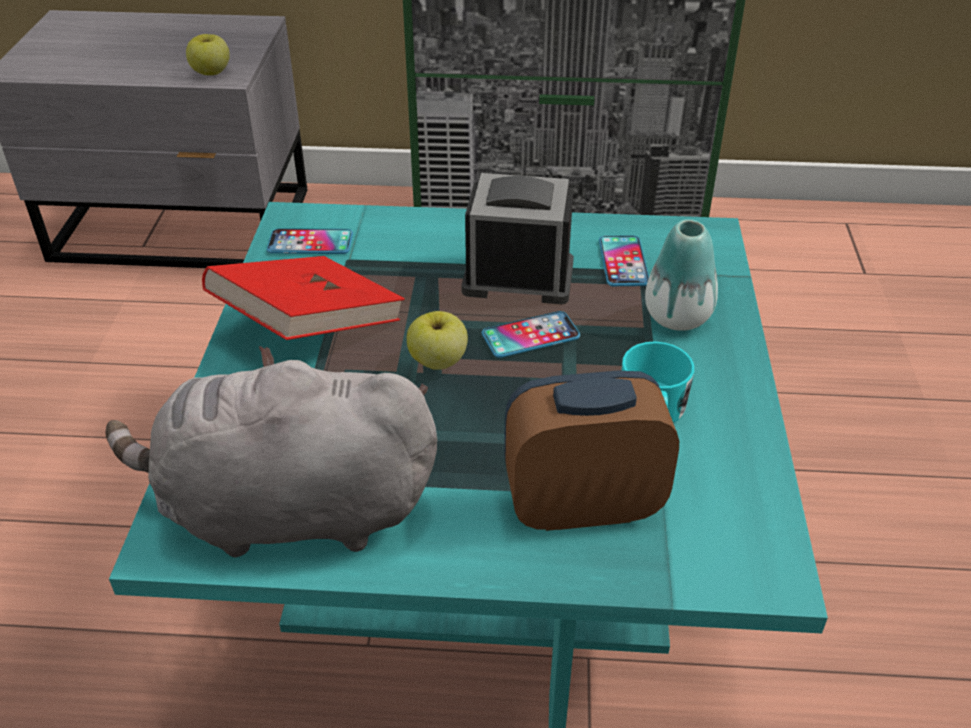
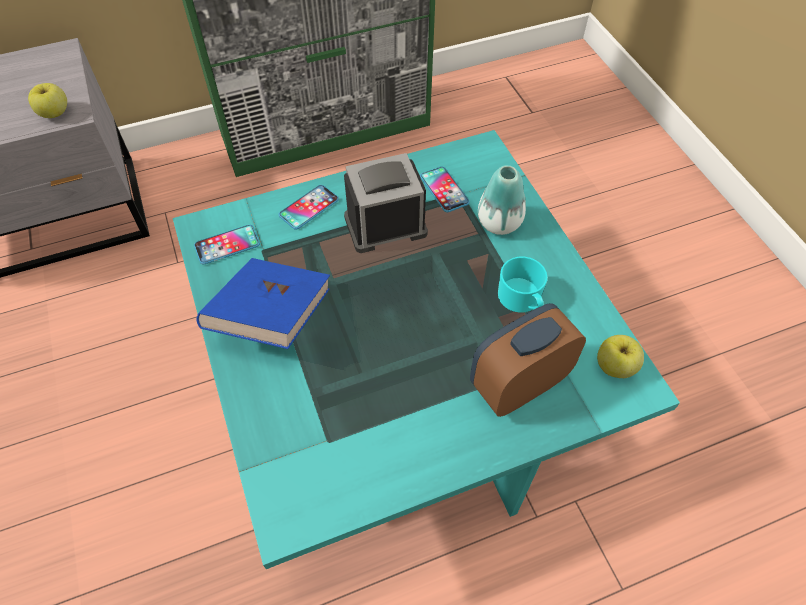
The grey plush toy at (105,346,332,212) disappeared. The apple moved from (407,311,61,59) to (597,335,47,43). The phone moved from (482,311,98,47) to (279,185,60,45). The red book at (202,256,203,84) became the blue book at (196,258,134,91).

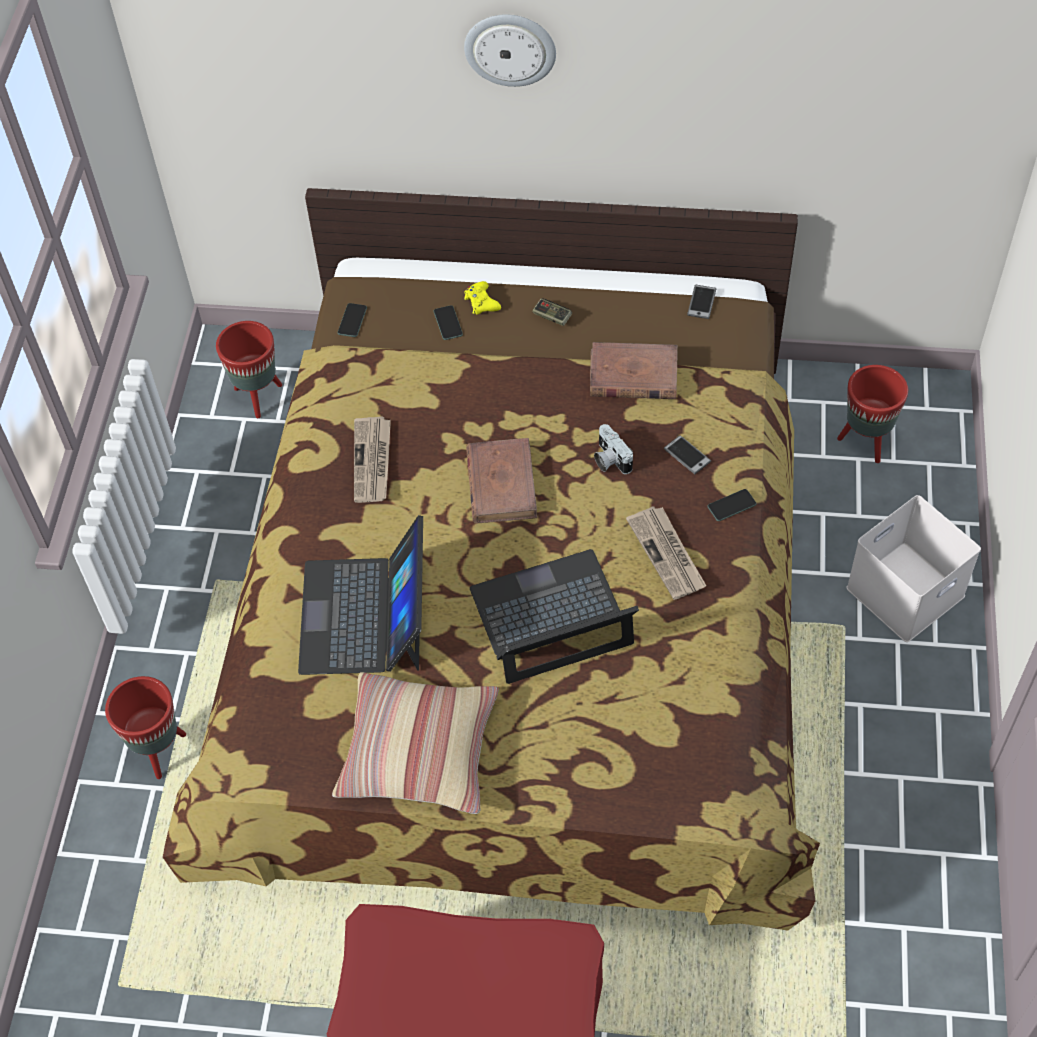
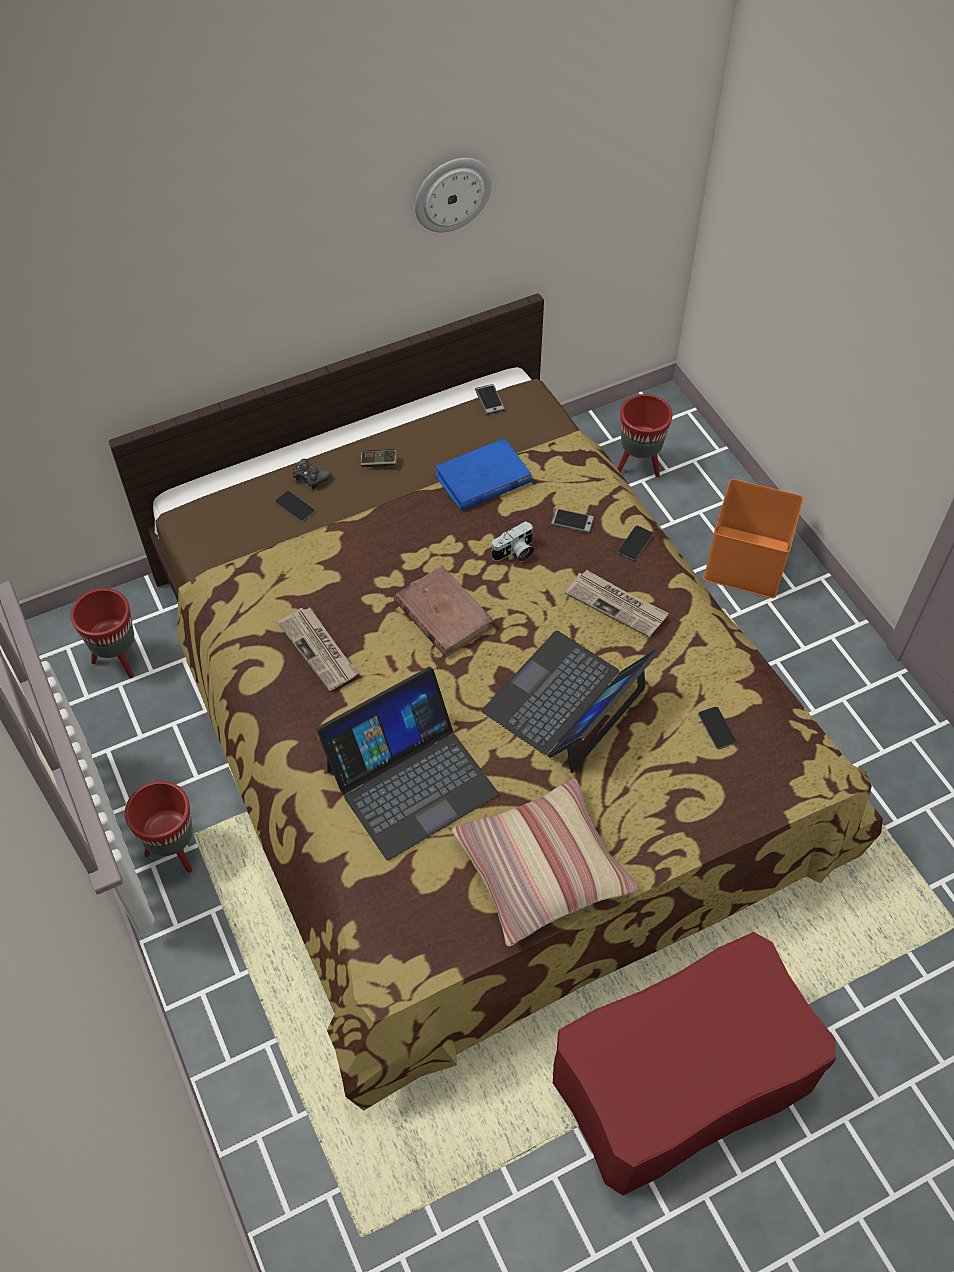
The red planter moved from (105,676,81,103) to (125,781,68,92). The phone moved from (338,303,29,34) to (698,707,39,42). The wall clock moved from (464,14,92,73) to (415,158,77,74). The yellow game controller at (464,281,37,33) became the black game controller at (293,459,39,31). The brown book at (590,342,88,57) became the blue book at (434,438,98,73). The white storage box at (846,495,135,147) became the orange storage box at (703,479,100,119). The laptop at (298,515,125,160) turned 90 degrees counterclockwise. The photo camera at (594,424,39,50) turned 60 degrees counterclockwise.

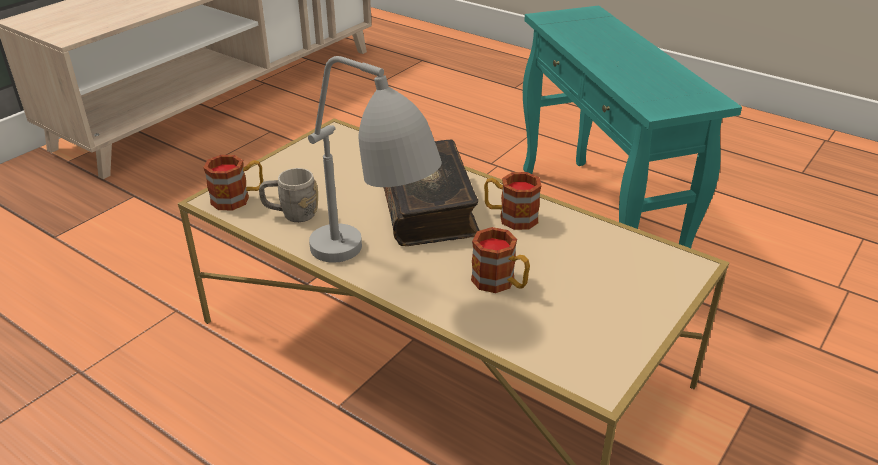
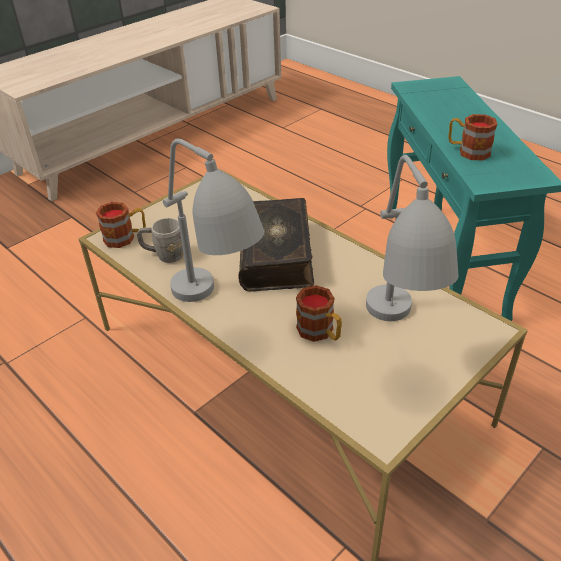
The grey table lamp at (366,155,92,166) appeared. The mug moved from (484,172,58,58) to (448,114,49,46).

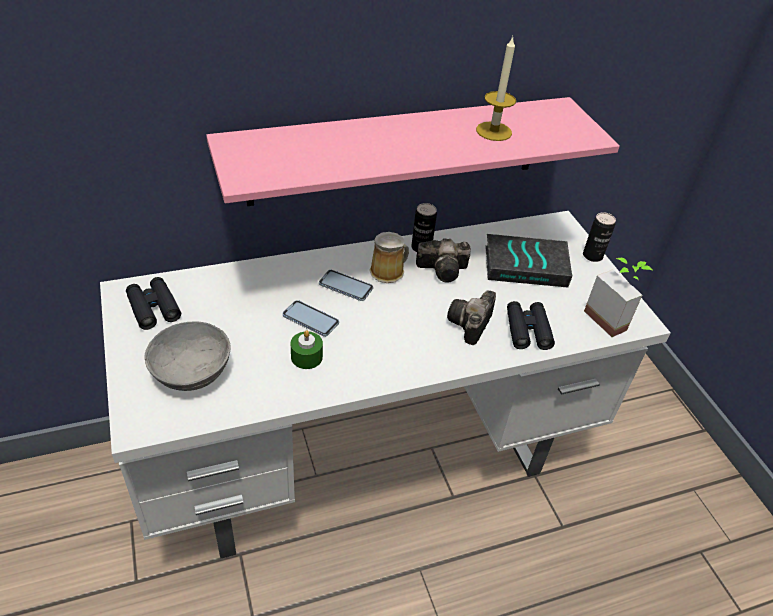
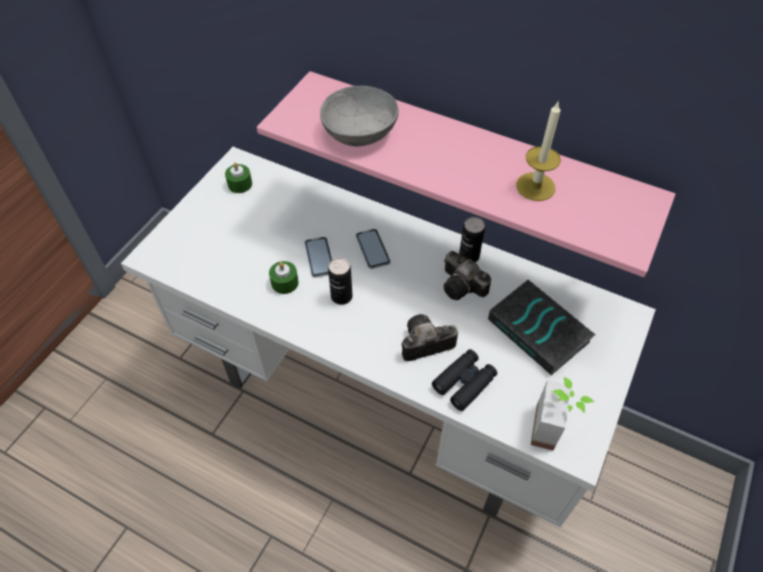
The mug at (369,232,40,51) disappeared. The grey bowl moved from (144,322,87,69) to (320,86,79,60). The can moved from (583,212,33,50) to (328,258,24,47). The black binoculars at (126,277,55,53) was replaced by the green candle at (225,163,27,30).

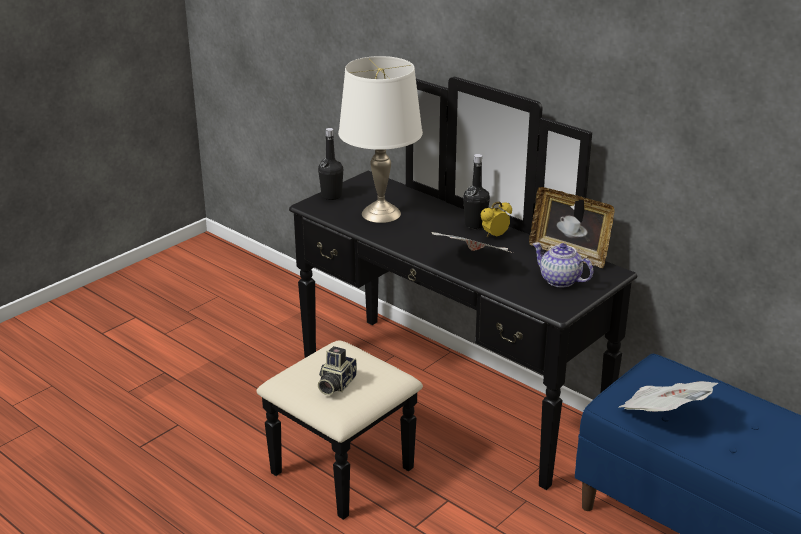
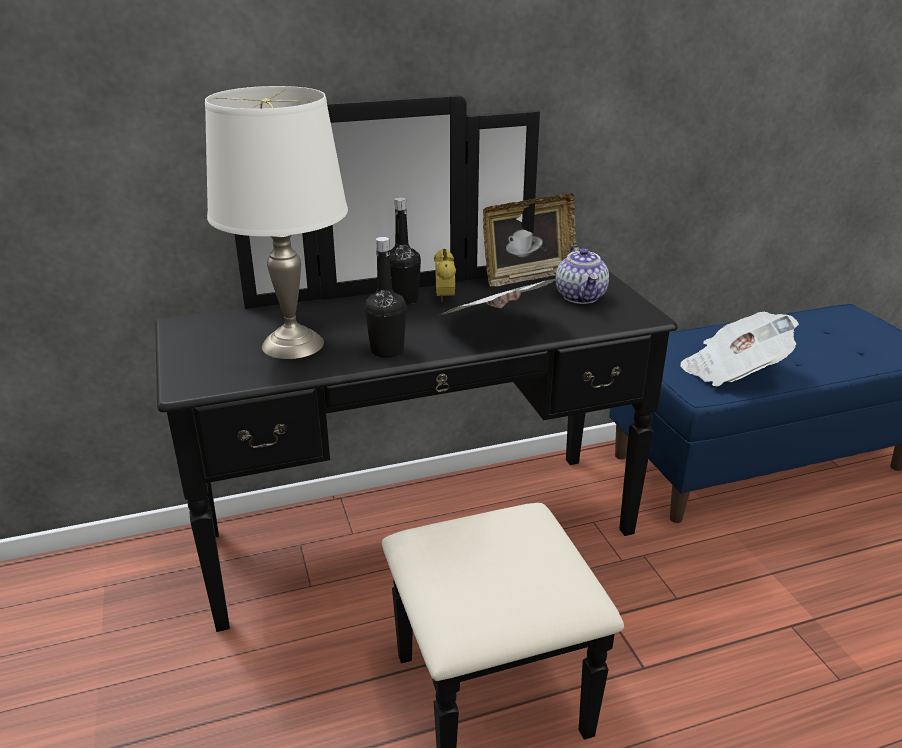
The photo camera at (318,346,39,49) disappeared. The black bottle moved from (318,128,25,72) to (365,237,41,121). The teapot at (533,243,60,45) turned 75 degrees counterclockwise.

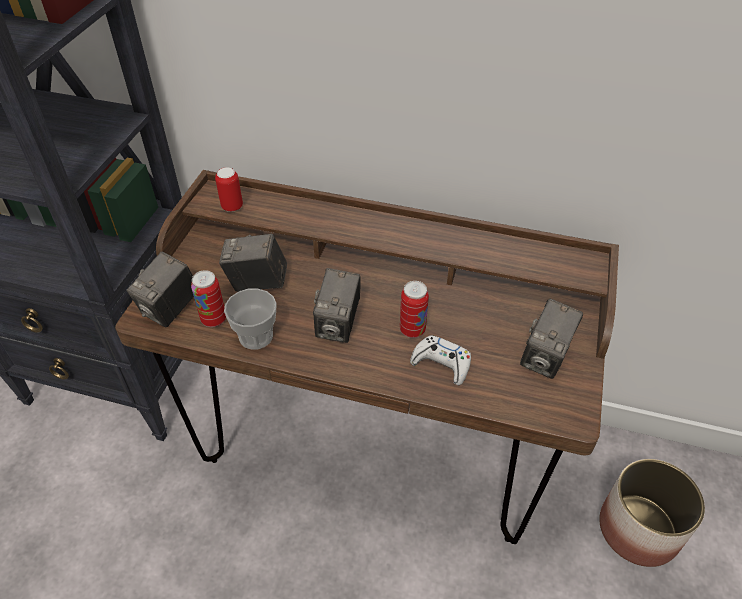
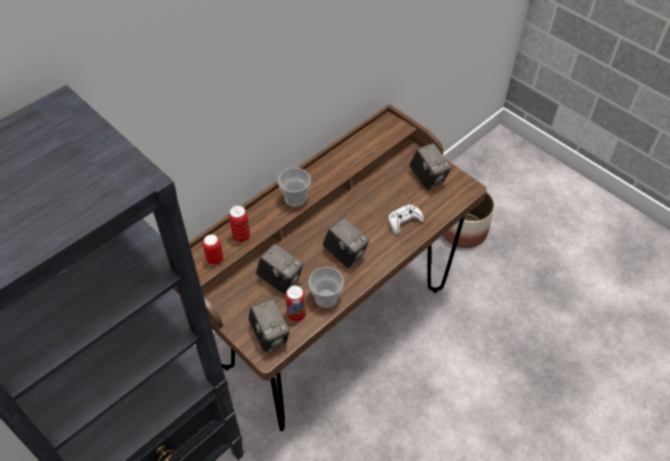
The cup at (278,168,33,39) appeared. The can moved from (400,281,29,57) to (229,205,21,37). The photo camera at (219,234,68,58) turned 90 degrees counterclockwise.

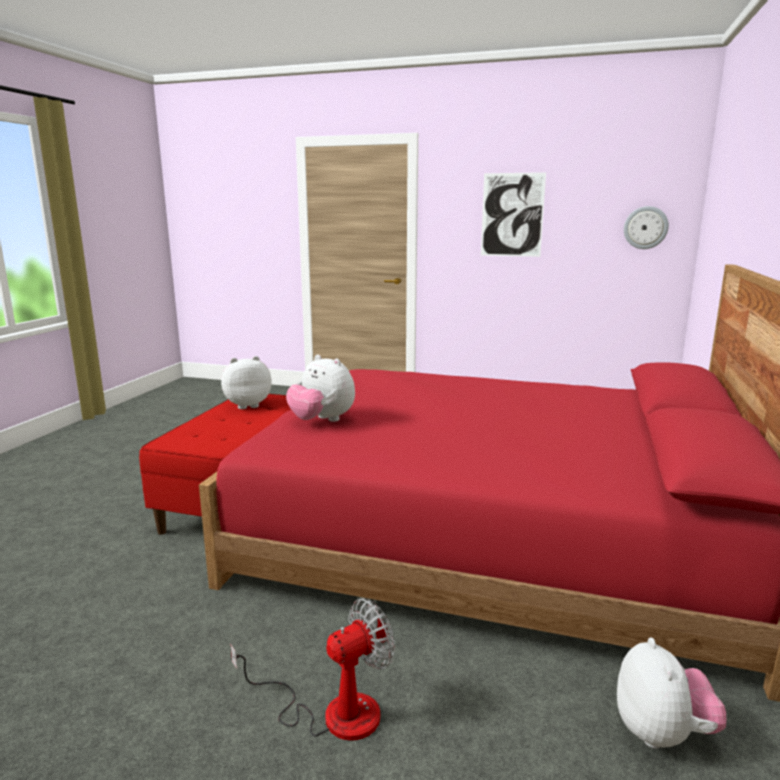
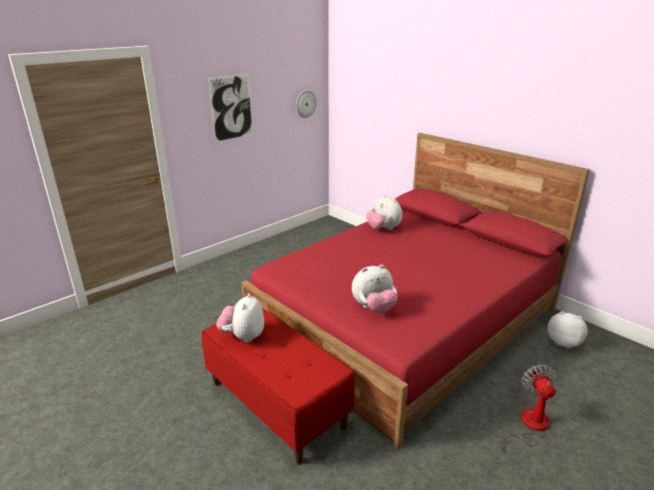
The plush toy at (366,195,36,35) appeared.

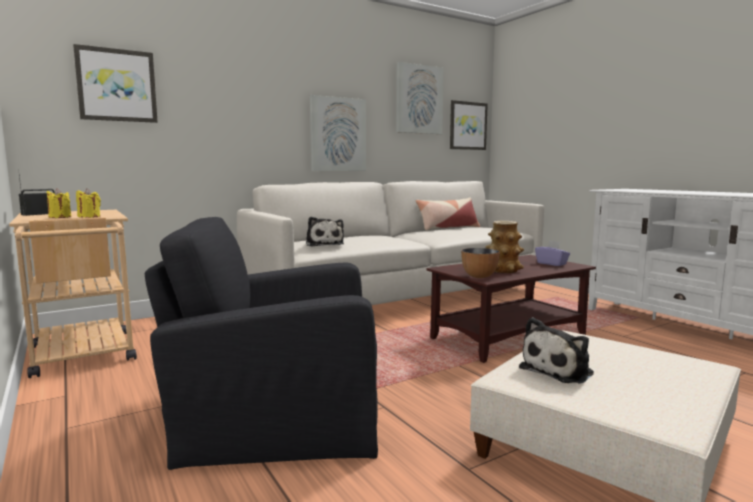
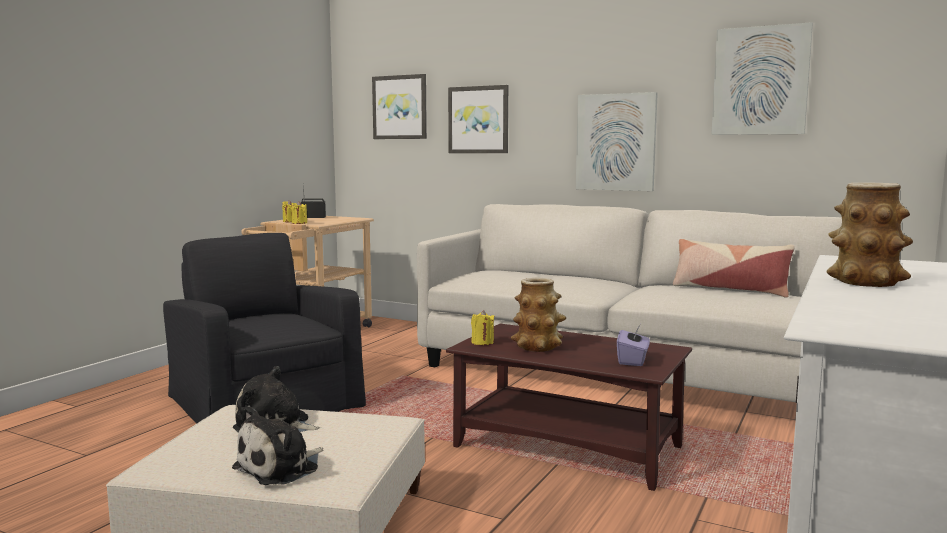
The vase at (826,182,87,105) appeared. The plush toy moved from (306,217,38,30) to (232,405,91,80). The picture moved from (450,100,38,50) to (448,85,60,68). The bowl at (461,248,39,30) was replaced by the yellow candle at (471,310,23,35).

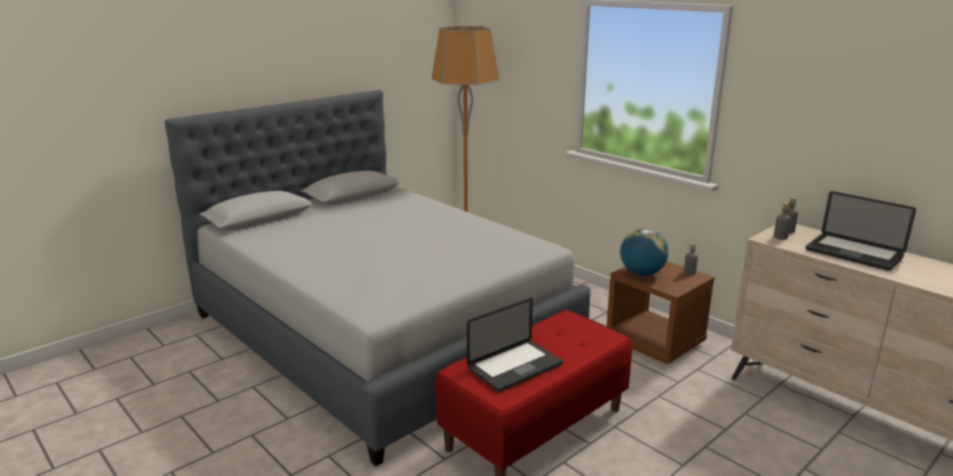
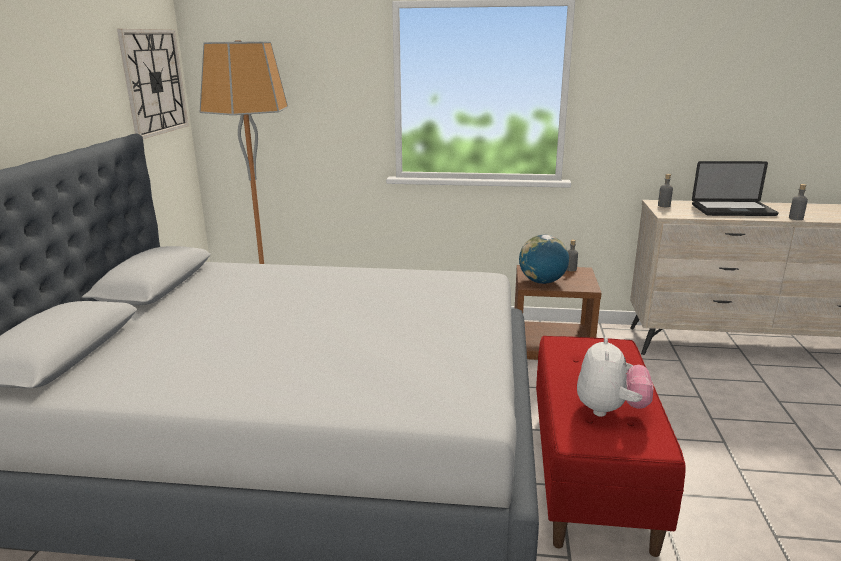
The wall clock at (117,29,72,110) appeared. The grey bottle moved from (774,203,17,37) to (789,184,19,36). The laptop at (467,298,96,94) was replaced by the plush toy at (577,337,76,80).

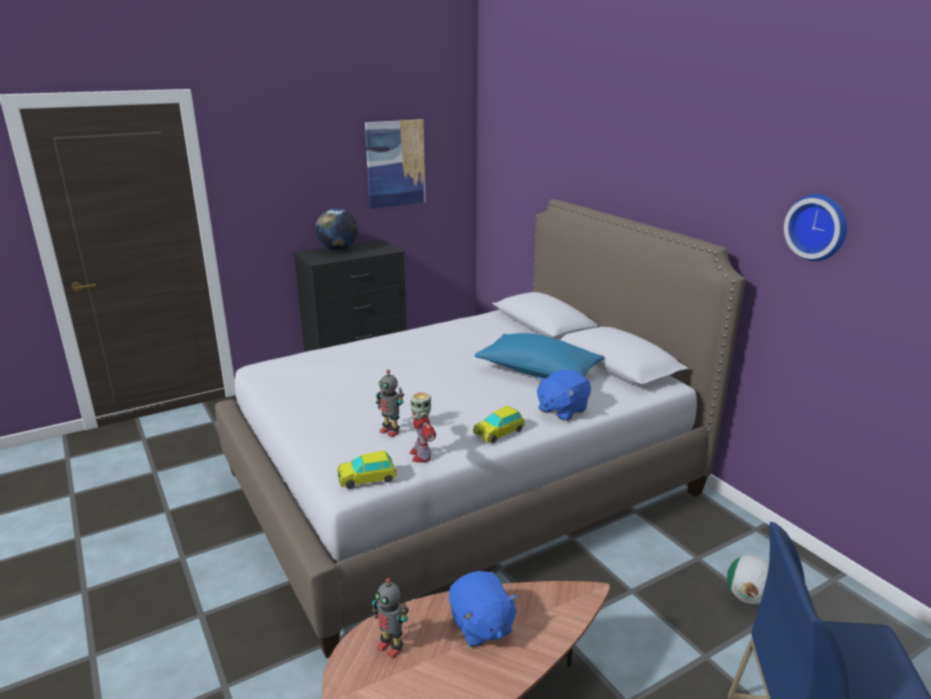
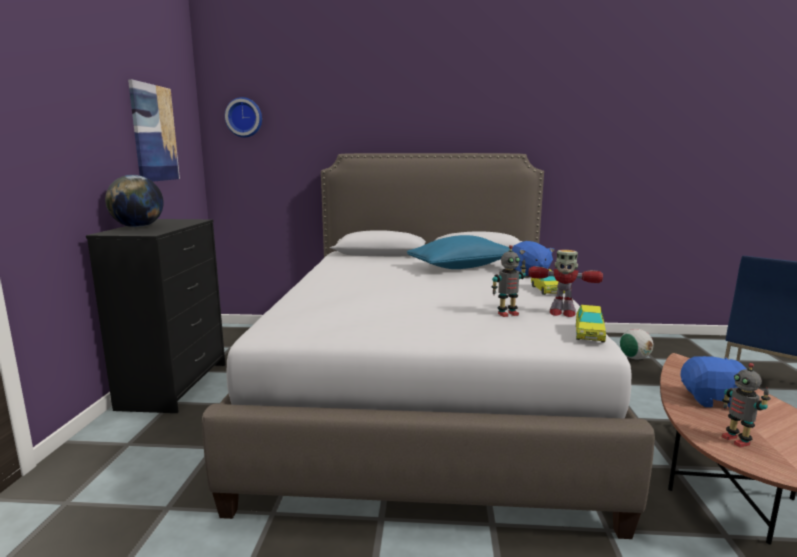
The wall clock moved from (784,194,63,67) to (225,97,37,40). The toy robot at (372,578,37,80) turned 90 degrees clockwise.

